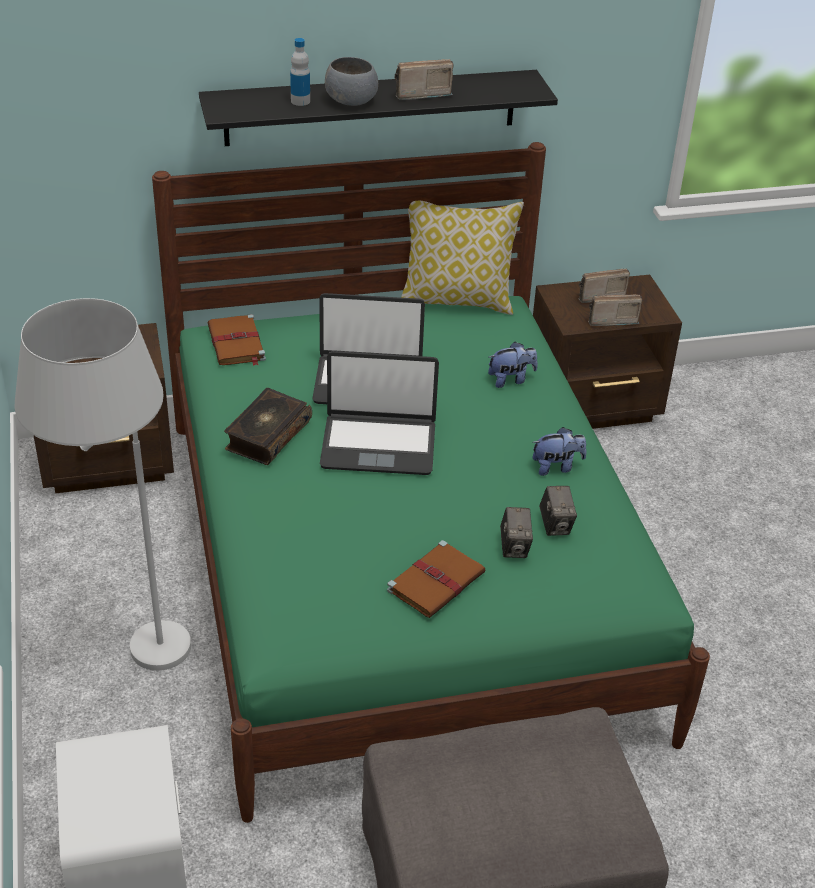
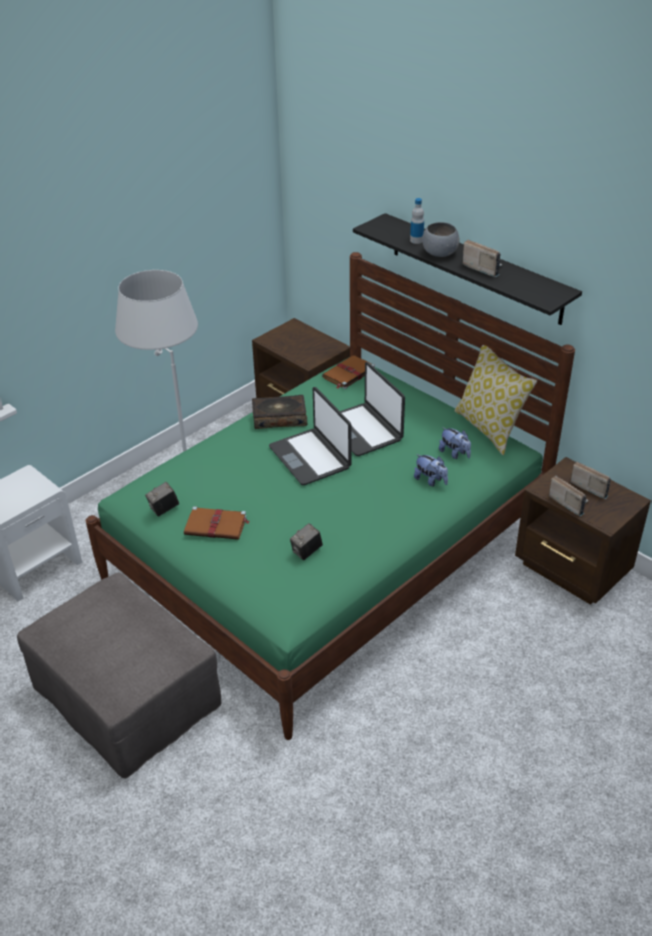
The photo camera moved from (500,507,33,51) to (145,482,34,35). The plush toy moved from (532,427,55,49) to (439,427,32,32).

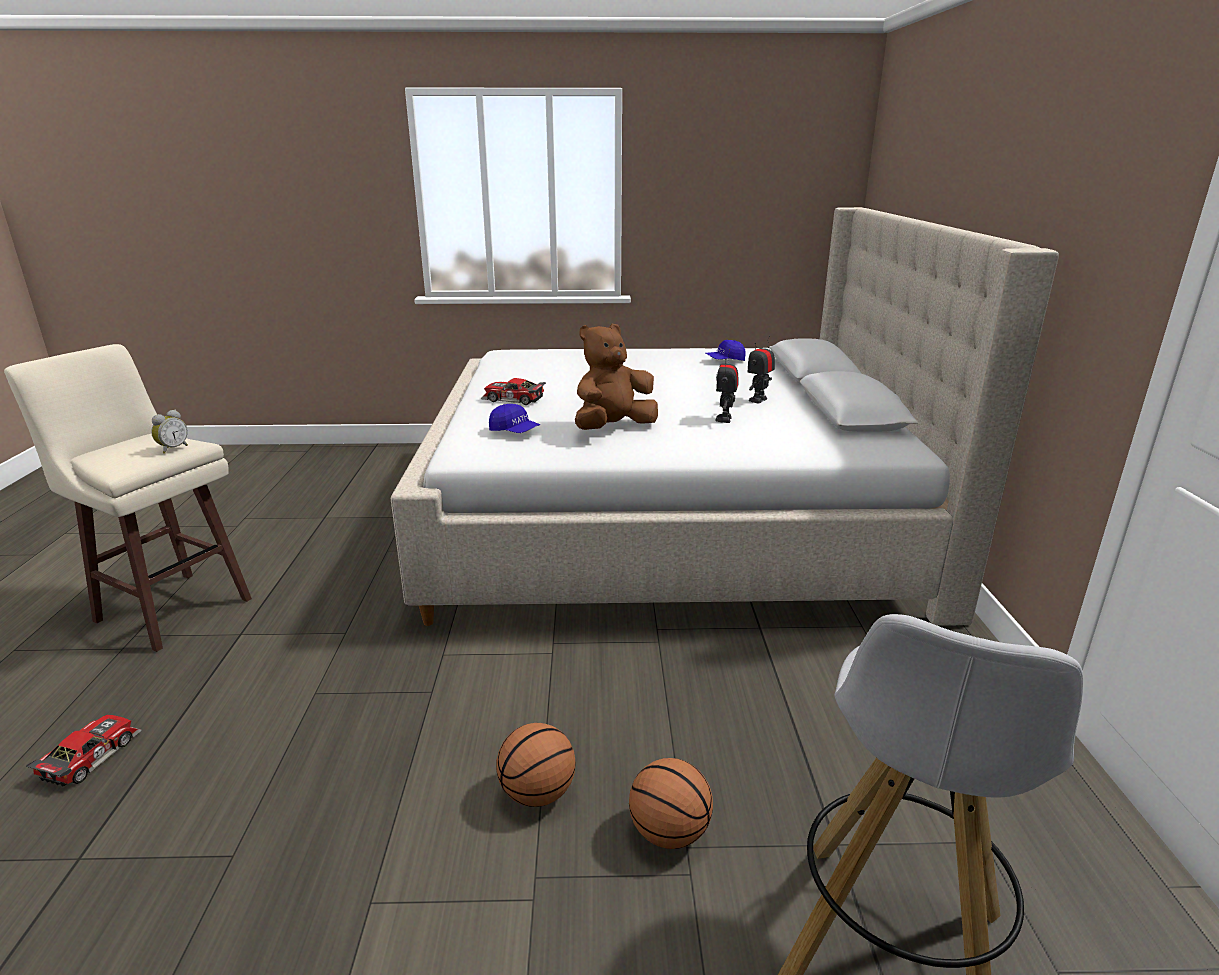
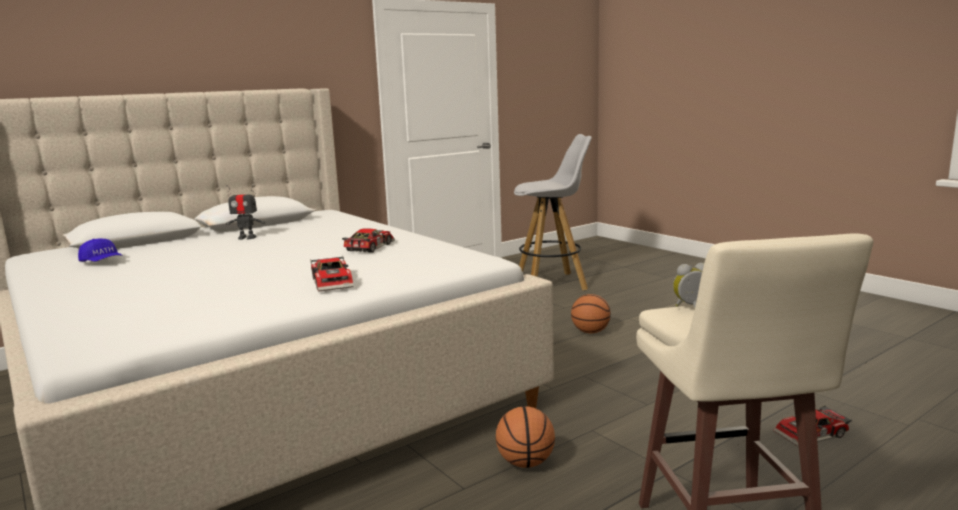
The blue cap at (489,404,52,29) disappeared. The toy robot at (715,349,23,74) disappeared. The basketball moved from (629,758,84,91) to (496,406,59,62). The brown plush toy at (575,324,83,106) was replaced by the toy car at (342,228,53,25).

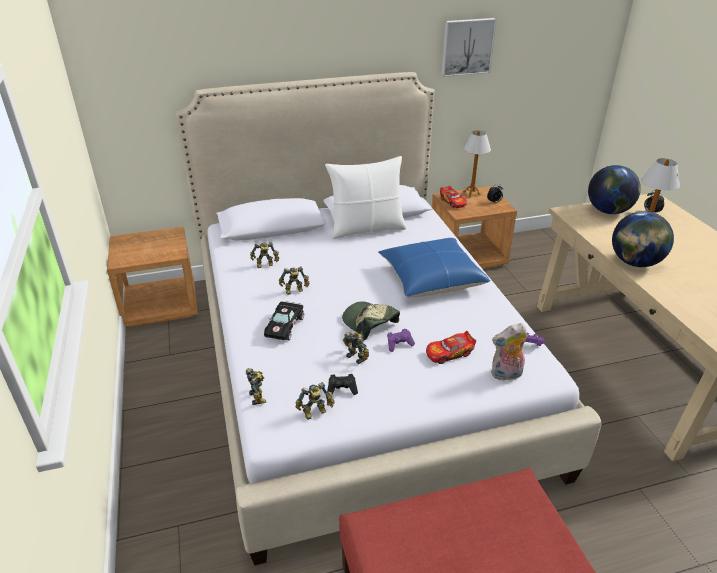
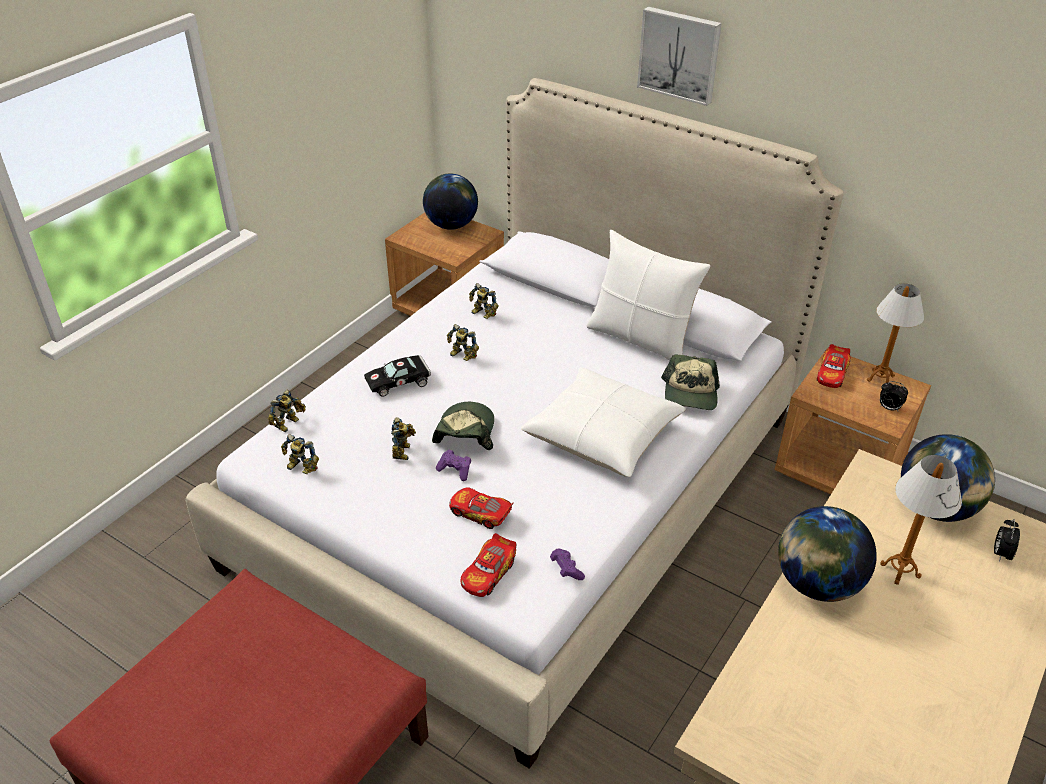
The black game controller at (327,374,31,21) disappeared. The globe at (423,174,55,56) appeared. The cap at (661,355,59,55) appeared. The picture moved from (441,18,56,59) to (637,7,85,99). The plush toy at (491,323,36,58) was replaced by the toy car at (461,533,55,64). The blue pillow at (378,238,112,60) became the white pillow at (521,367,165,110).

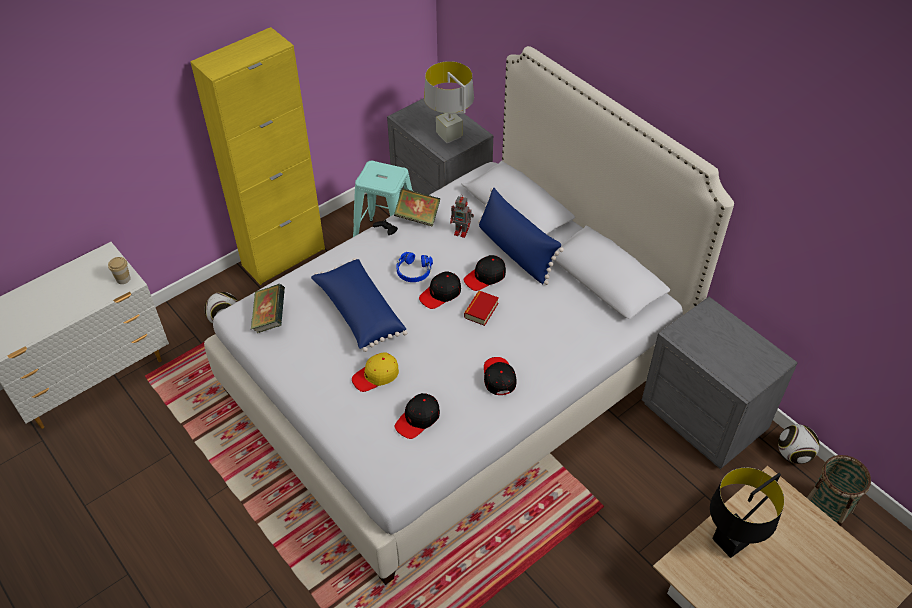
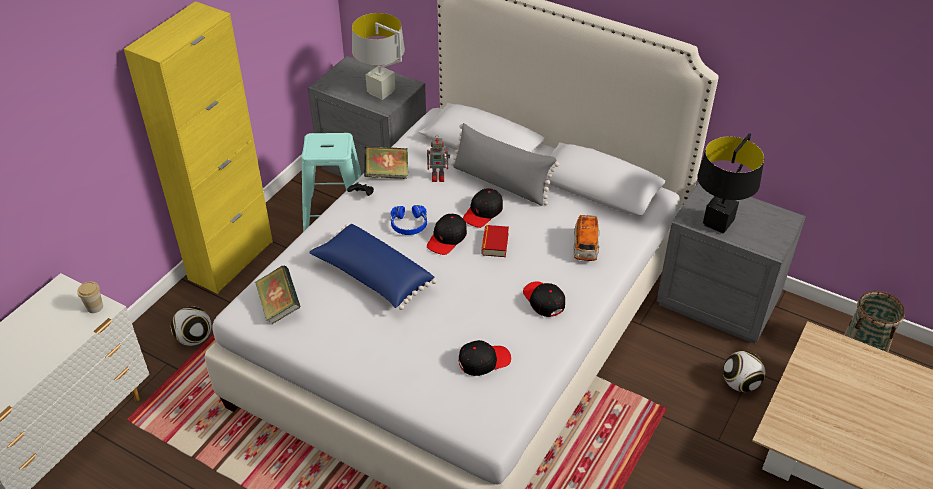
The yellow cap at (352,352,47,40) disappeared. The toy car at (574,215,25,46) appeared. The black table lamp moved from (710,467,74,91) to (697,133,67,100). The football moved from (778,424,41,40) to (723,351,42,41). The blue pillow at (478,188,86,97) became the grey pillow at (451,123,108,83). The black cap at (395,393,45,46) turned 135 degrees counterclockwise.

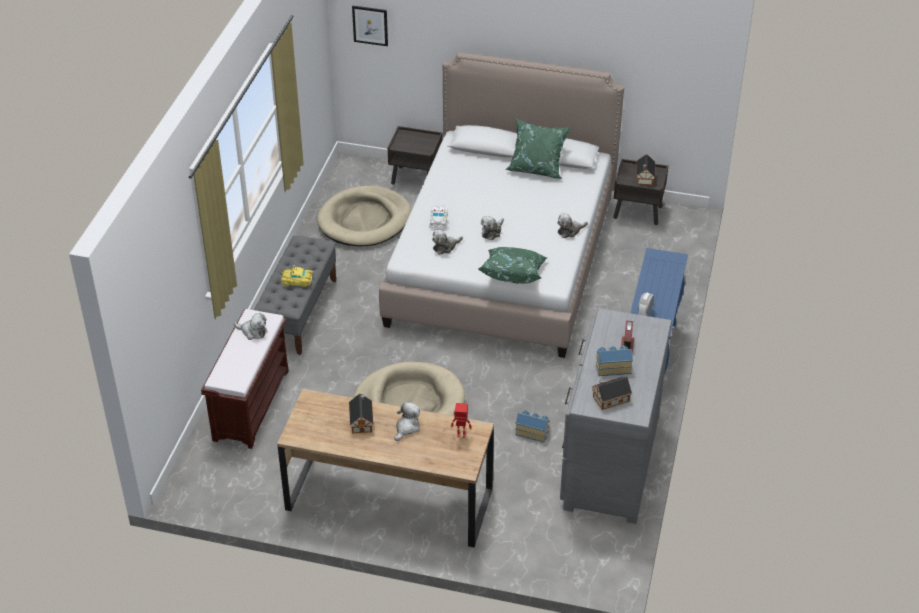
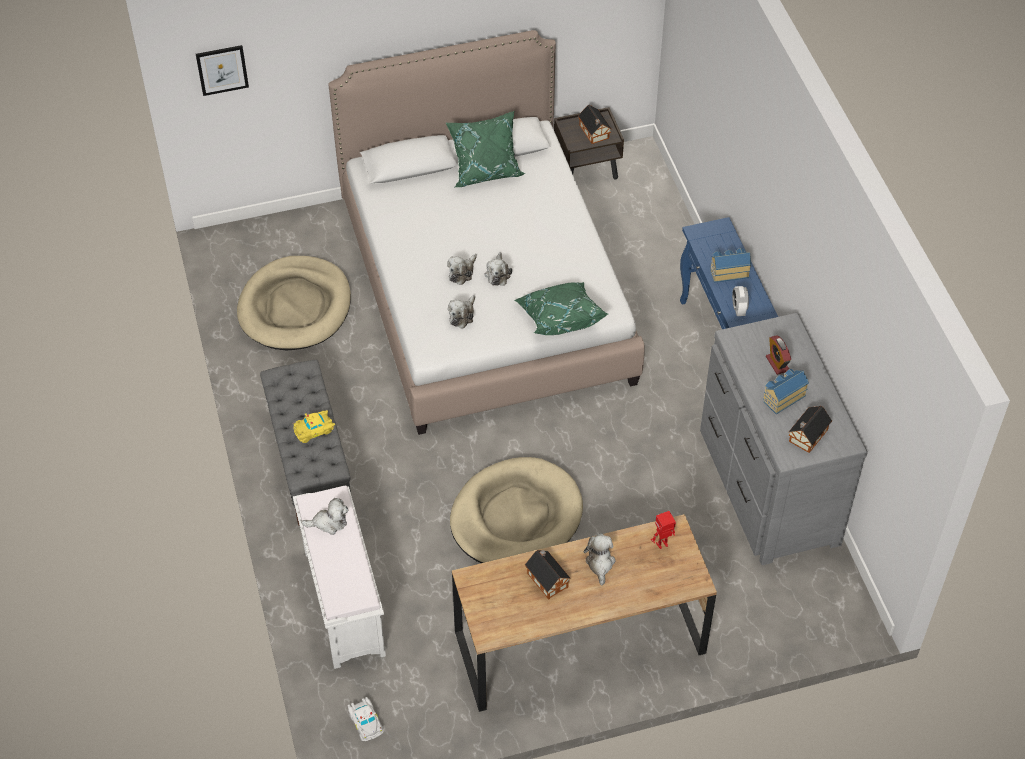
The brown nightstand at (388,126,55,59) disappeared. The white toy car moved from (429,204,19,24) to (348,697,36,44). The toy house moved from (515,411,34,32) to (710,248,41,35). The plush toy moved from (557,213,31,25) to (447,254,30,31). The brown bench at (201,309,88,140) became the white bench at (293,486,93,183).

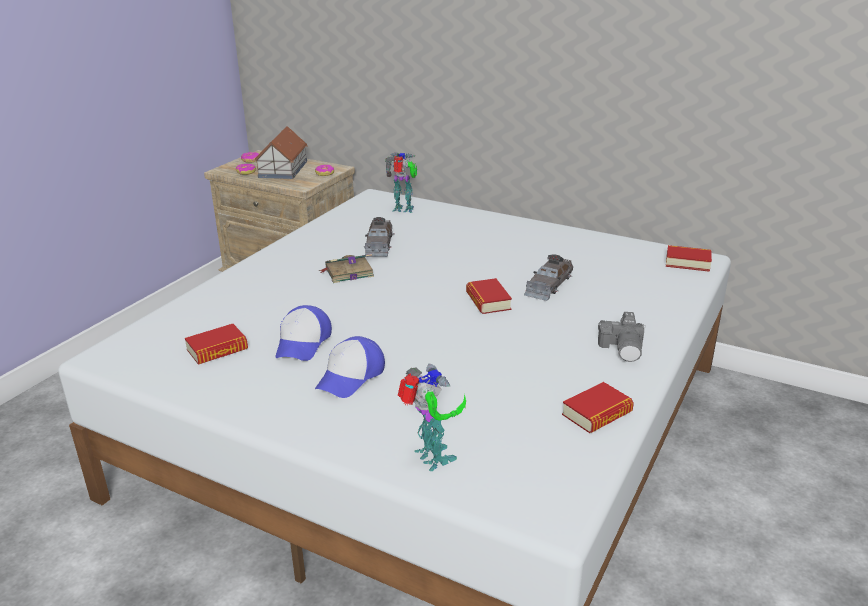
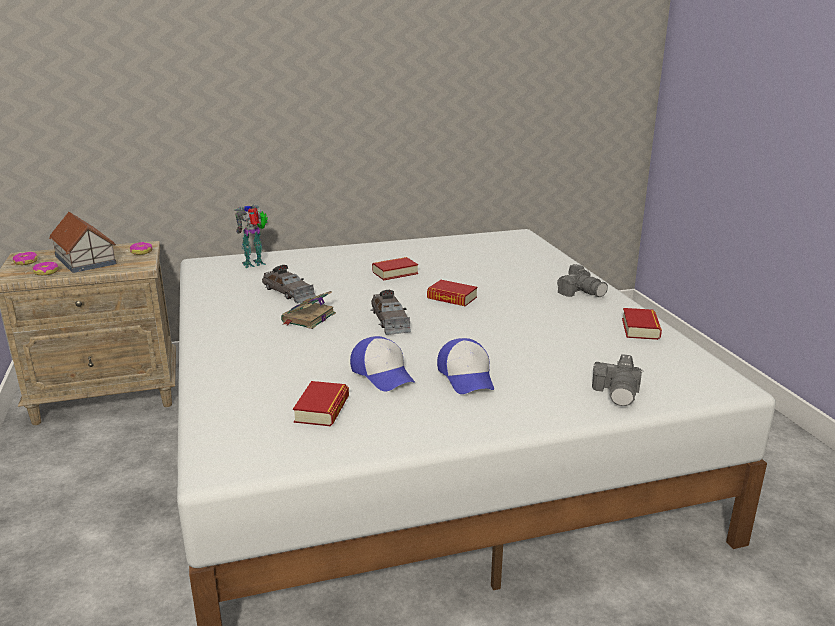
The grey toy car moved from (524,255,49,46) to (371,290,40,45). The book moved from (666,245,46,27) to (372,257,46,23). The toy robot at (398,364,68,107) was replaced by the photo camera at (592,354,51,52).

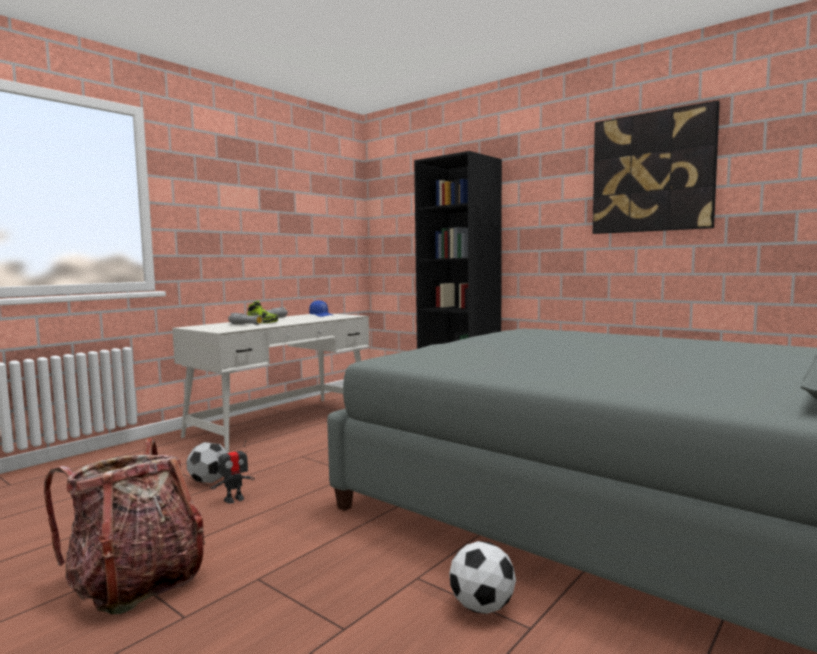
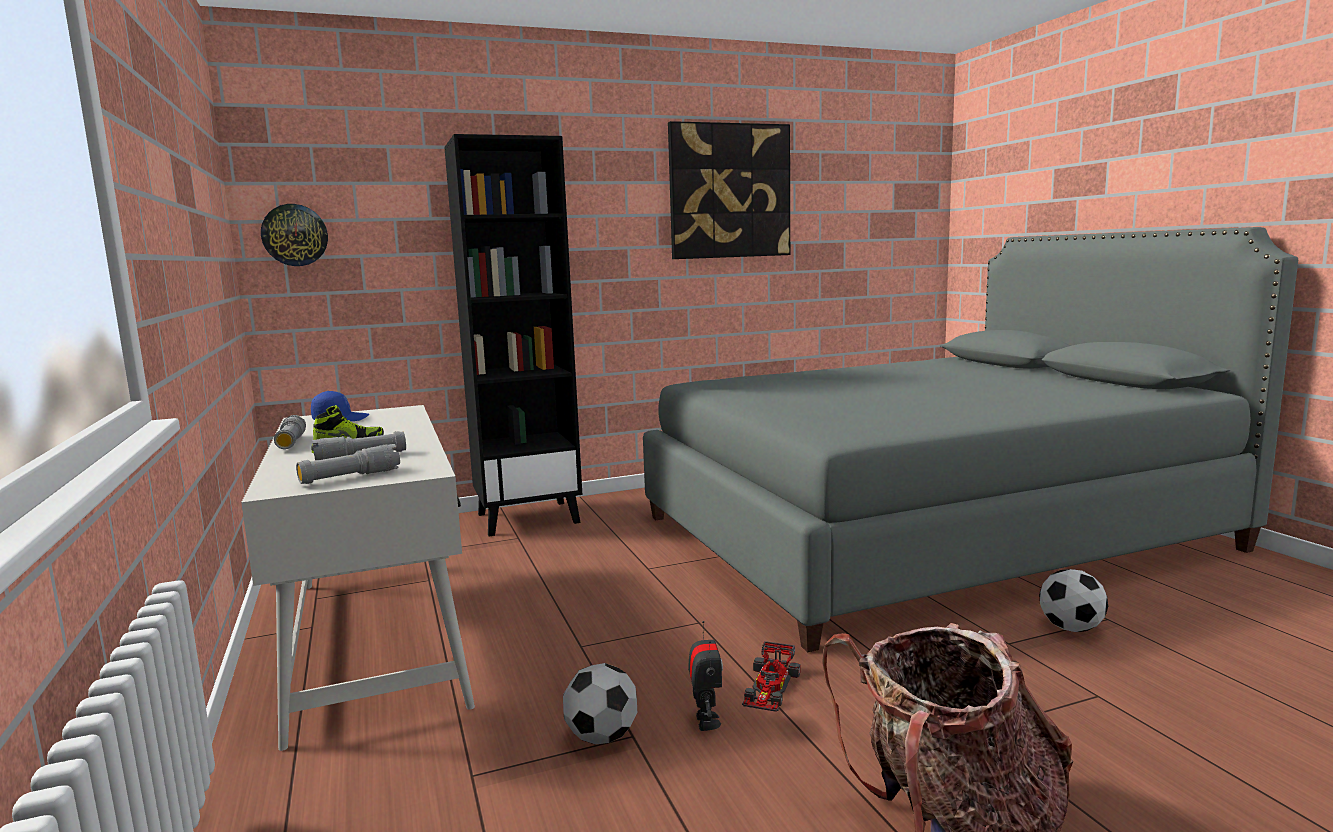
The wall clock at (261,204,67,62) appeared. The grey flashlight at (296,444,104,40) appeared. The toy car at (742,641,59,71) appeared.

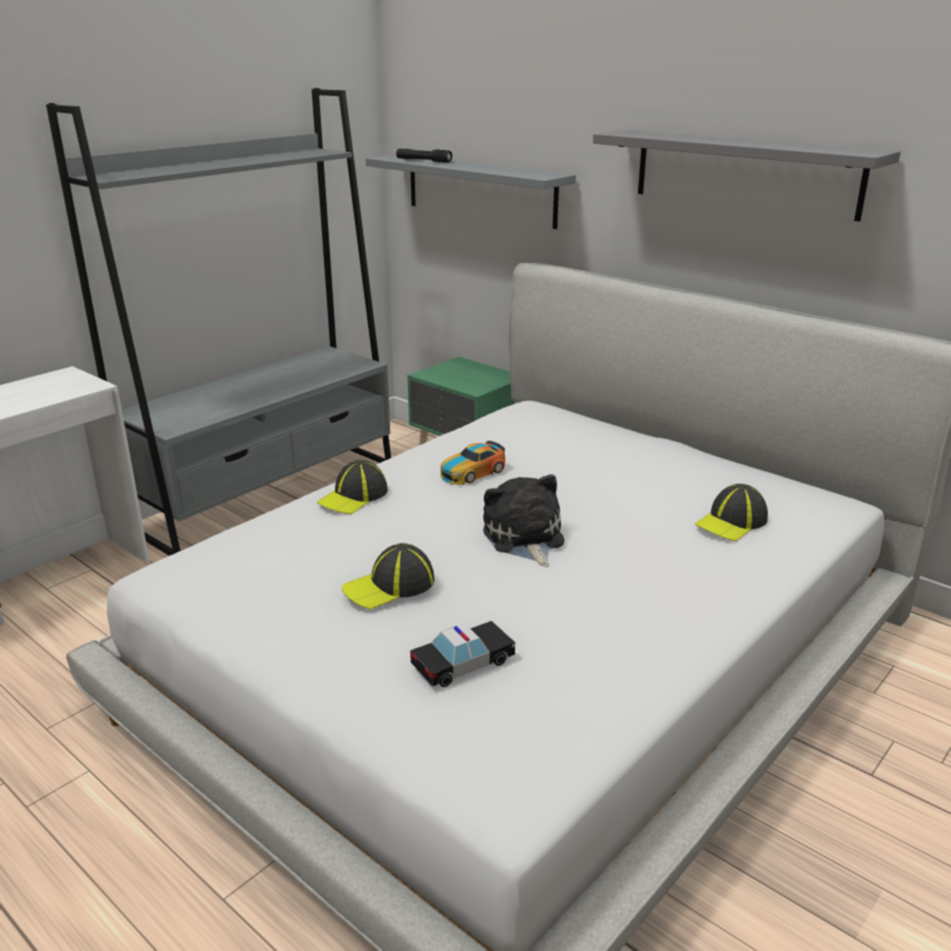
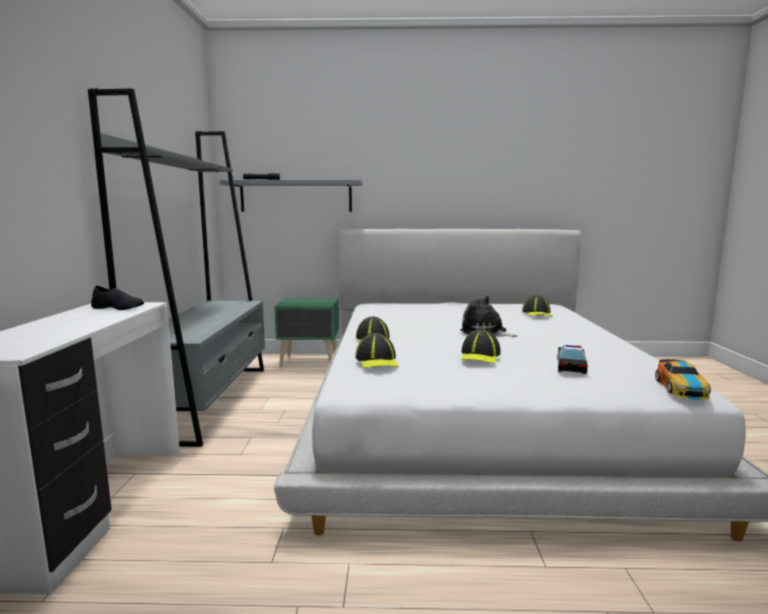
The grey shelf at (593,130,308,92) disappeared. The black shoe at (91,286,53,24) appeared. The cap at (356,333,43,35) appeared. The toy car moved from (440,441,65,44) to (655,359,56,41).

